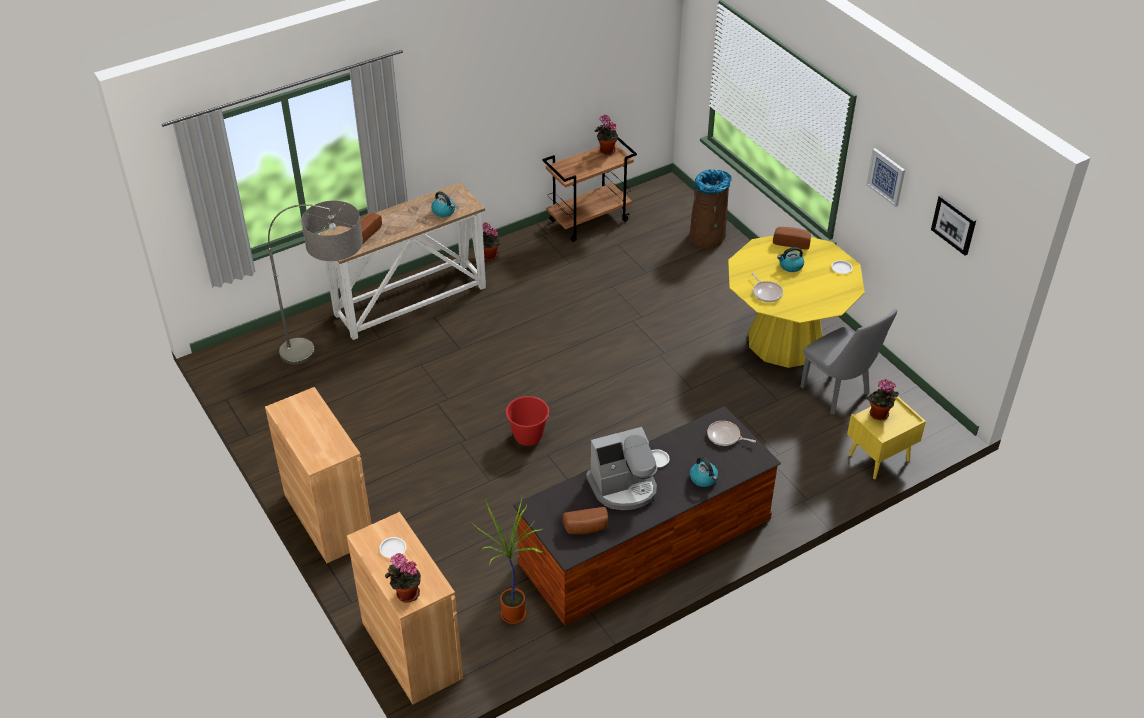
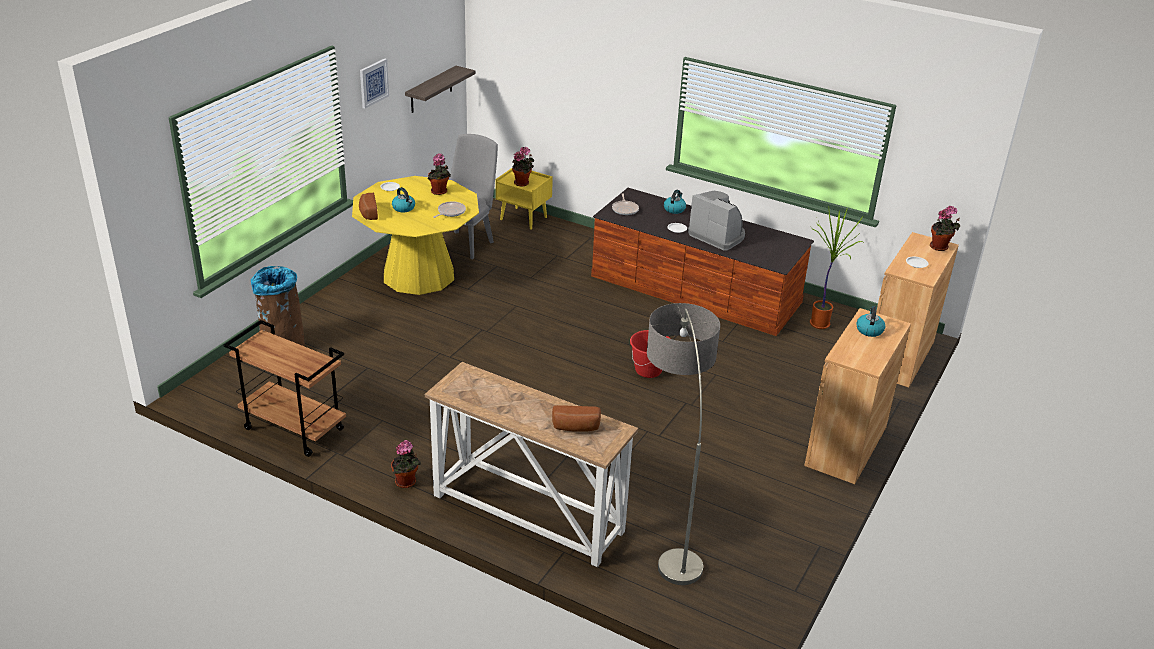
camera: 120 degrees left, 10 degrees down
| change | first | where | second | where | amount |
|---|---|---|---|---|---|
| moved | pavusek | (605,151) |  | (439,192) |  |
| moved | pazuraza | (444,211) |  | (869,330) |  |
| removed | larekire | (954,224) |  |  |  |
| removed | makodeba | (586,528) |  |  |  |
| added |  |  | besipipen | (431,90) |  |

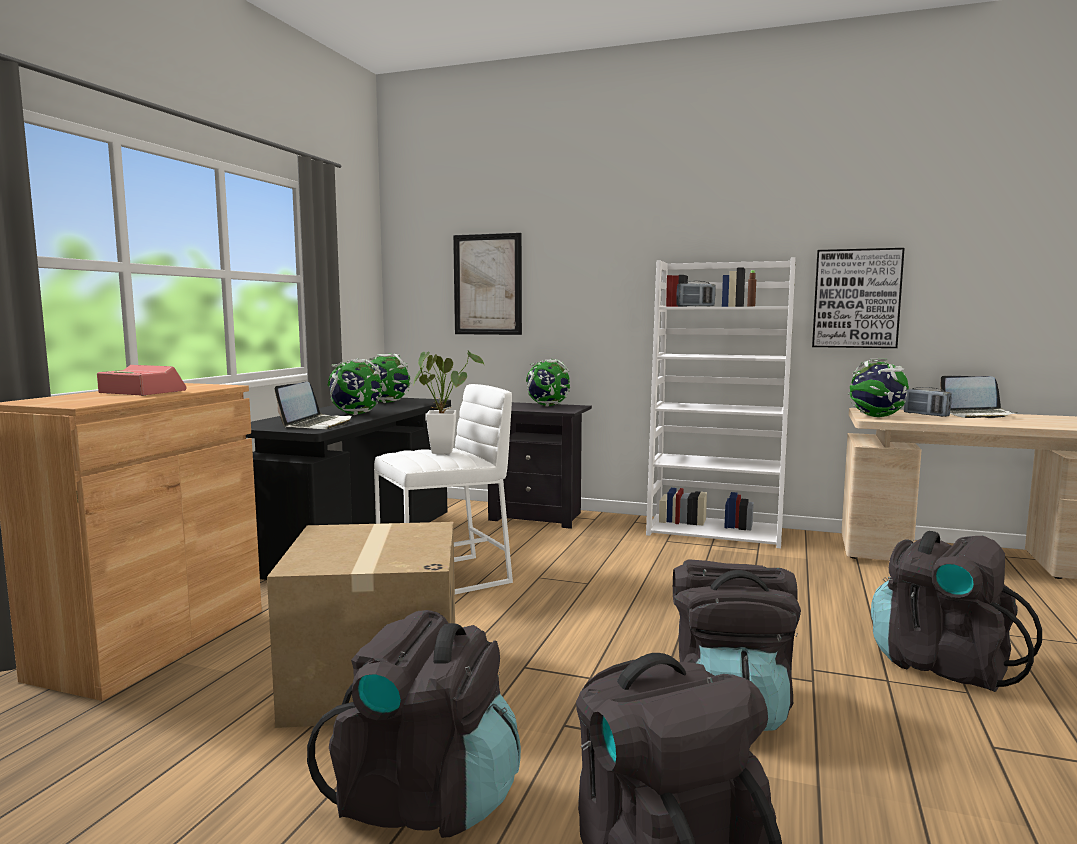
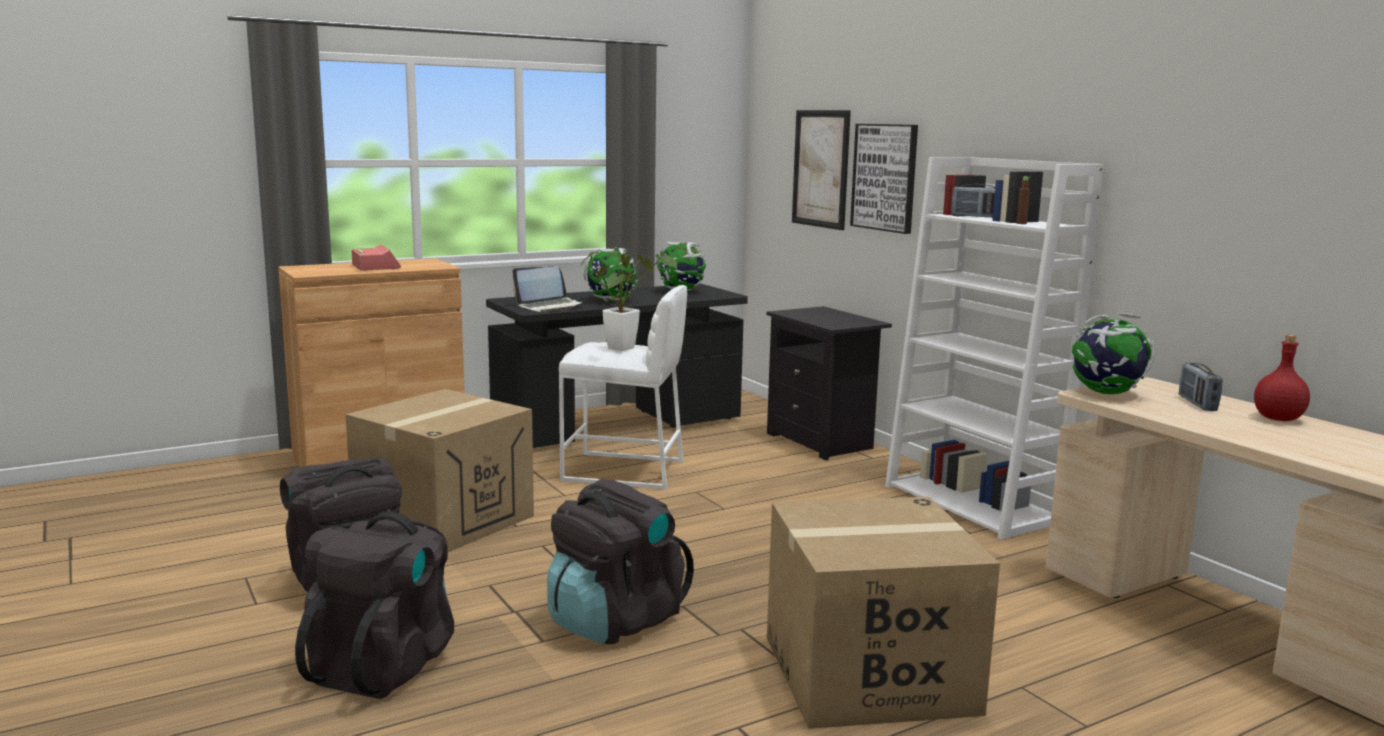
camera: 40 degrees right, 5 degrees up
| change | first | where | second | where | amount |
|---|---|---|---|---|---|
| moved | larekire | (856,298) |  | (885,177) |  |
| removed | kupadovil | (547,405) |  |  |  |
| replaced | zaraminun | (977,415) | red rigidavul | (1278,418) |  |
| replaced | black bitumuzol | (943,665) | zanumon | (868,674) |  |

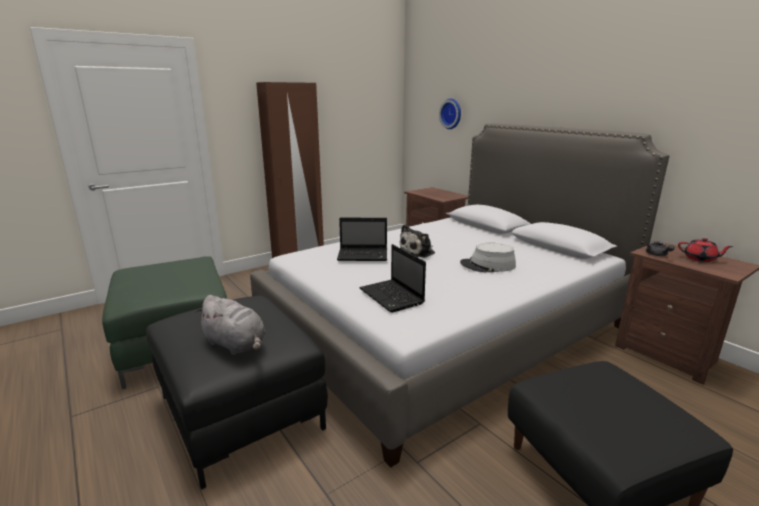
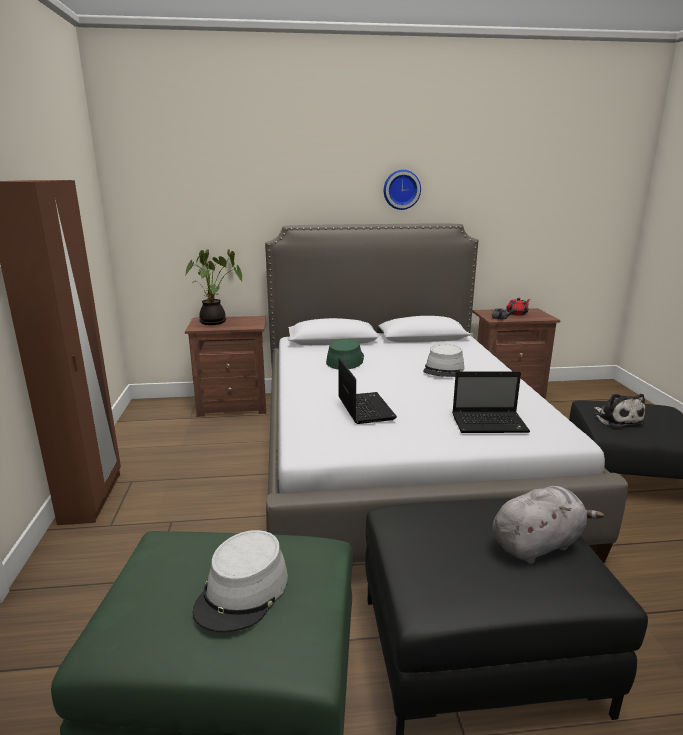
camera: 60 degrees left, 0 degrees up
| change | first | where | second | where | amount |
|---|---|---|---|---|---|
| moved | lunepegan | (452,113) |  | (401,189) |  |
| turned | zaraminun | (364,255) |  | (364,408) | 45 degrees counterclockwise |
| moved | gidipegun | (418,252) |  | (616,419) |  |
| added |  |  | pavusek | (215,322) |  |
| added |  |  | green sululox | (345,360) |  |
| added |  |  | grey sululox | (243,592) |  |

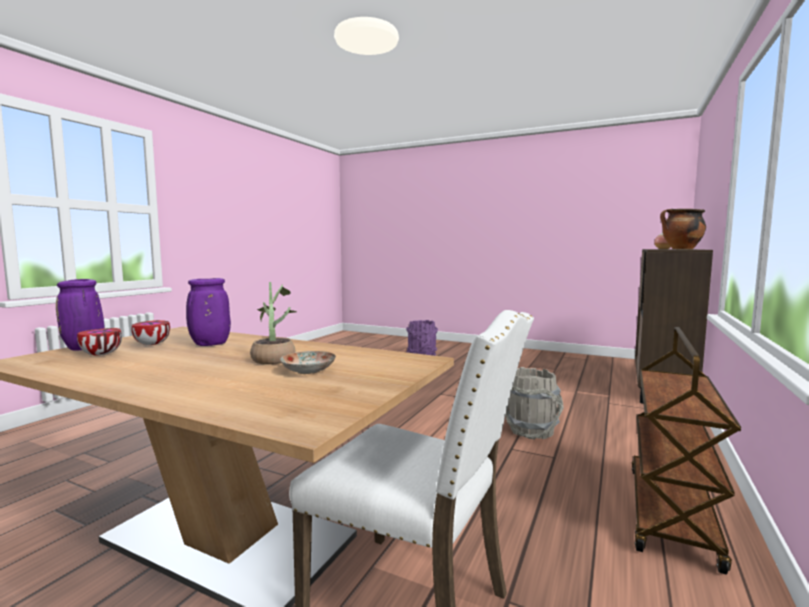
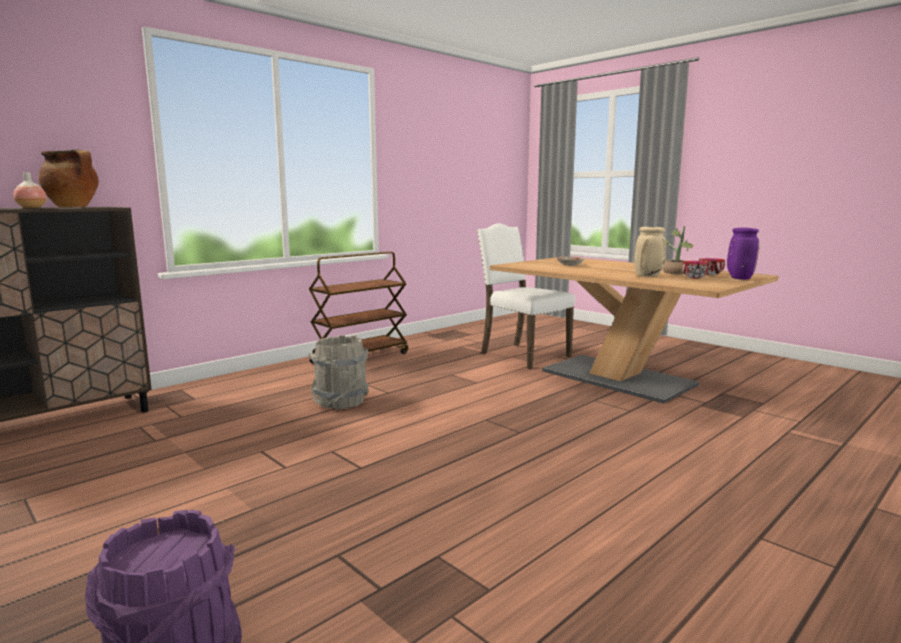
camera: 160 degrees left, 5 degrees up
| change | first | where | second | where | amount |
|---|---|---|---|---|---|
| recoloured | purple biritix | (209,344) | beige biritix | (648,276) |  |
| moved | pavusek | (274,358) |  | (676,273) |  |

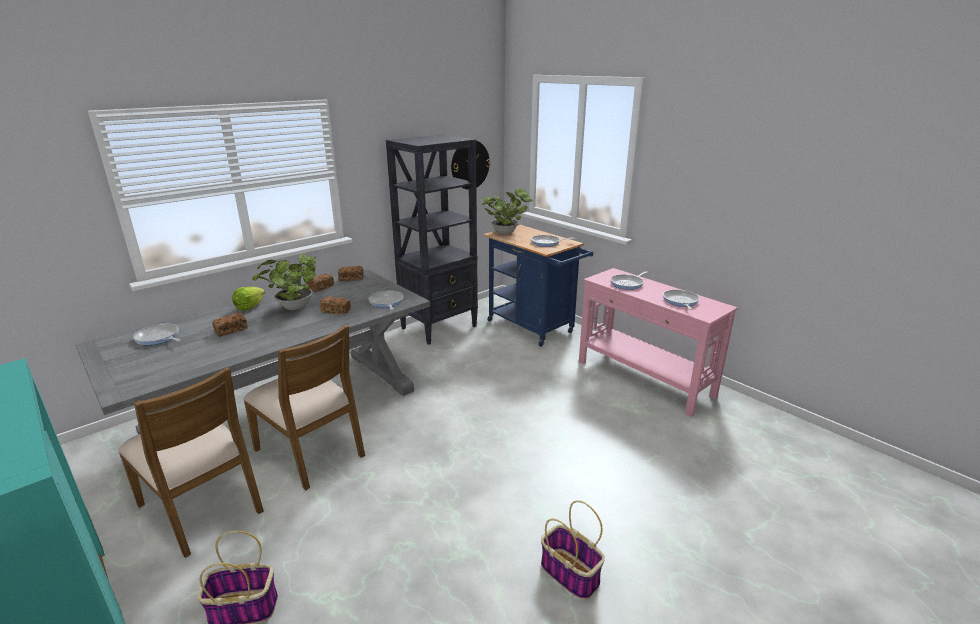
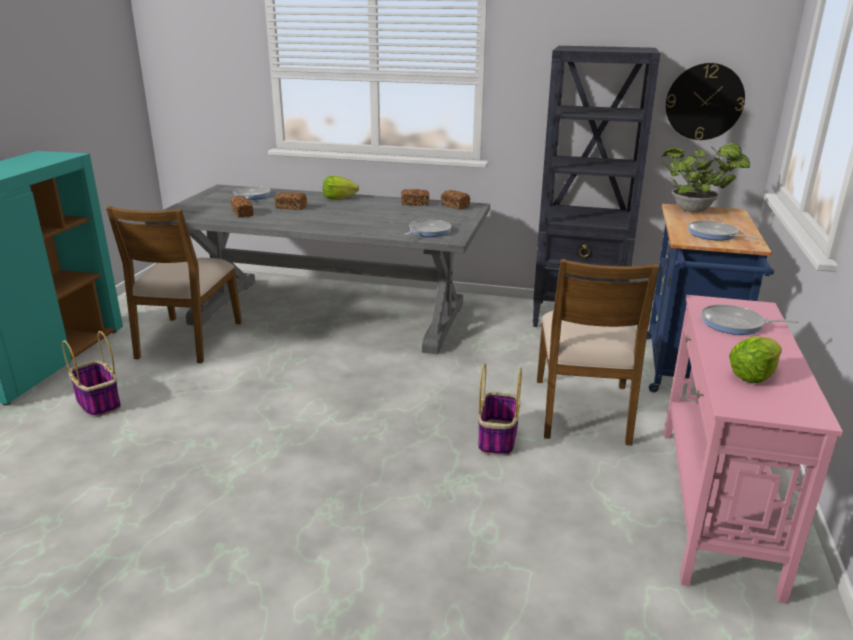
camera: 55 degrees right, 0 degrees up
| change | first | where | second | where | amount |
|---|---|---|---|---|---|
| removed | pavusek | (293,308) |  |  |  |
| replaced | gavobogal | (680,301) | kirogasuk | (753,375) |  |
| moved | makodeba | (336,311) |  | (242,213) |  |
| moved | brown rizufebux | (311,452) |  | (583,411) |  |
| moved | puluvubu | (571,574) |  | (497,439) |  |

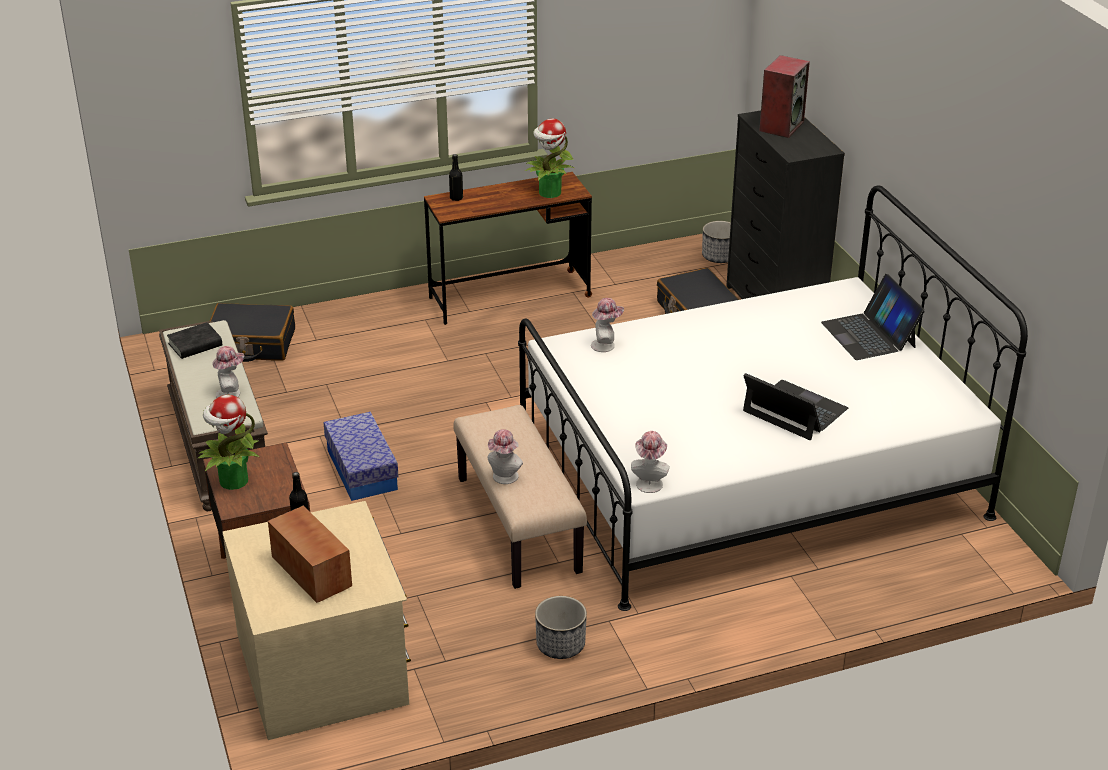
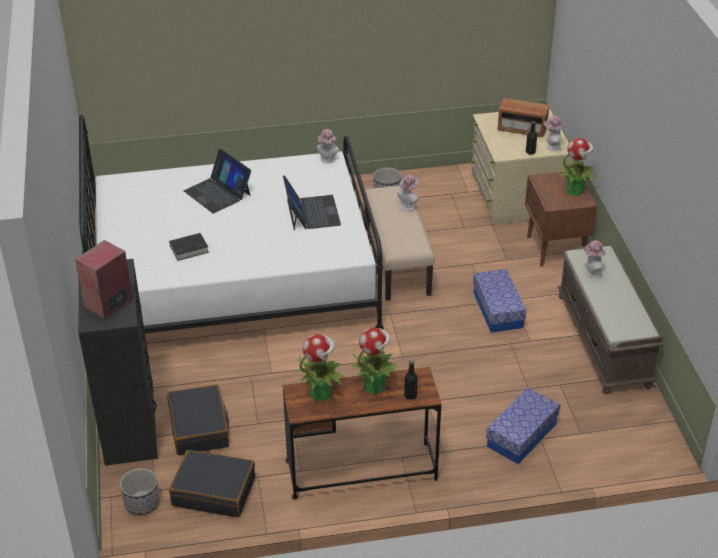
camera: 170 degrees left, 5 degrees up
| change | first | where | second | where | amount |
|---|---|---|---|---|---|
| moved | zaraminun | (869,335) |  | (312,212) |  |
| moved | sululox | (606,345) |  | (552,146) |  |
| moved | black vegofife | (251,344) |  | (214,491) |  |
| moved | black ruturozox | (195,345) |  | (189,249) |  |
| turned | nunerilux | (312,572) |  | (522,129) | 45 degrees counterclockwise |
| added |  |  | pavusek | (374,385) |  |
| added |  |  | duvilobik | (521,435) |  |

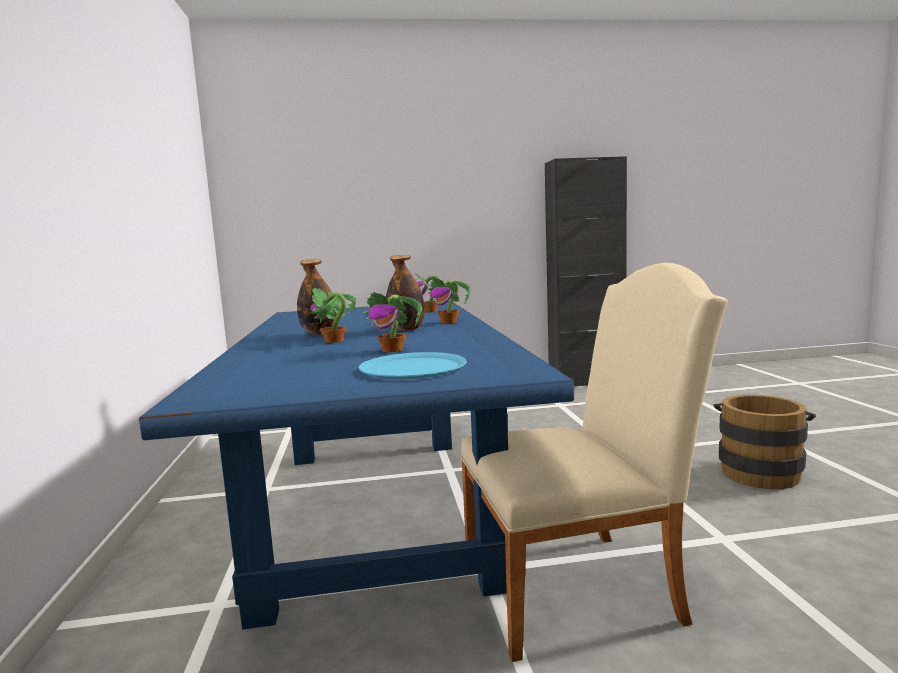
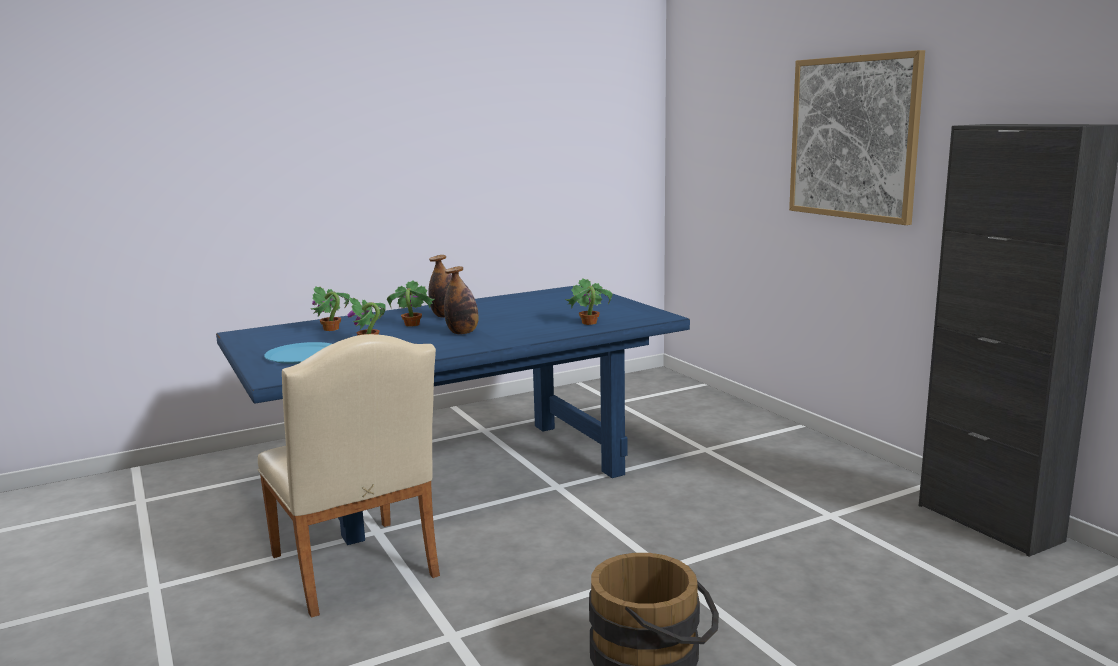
camera: 70 degrees right, 5 degrees up
| change | first | where | second | where | amount |
|---|---|---|---|---|---|
| moved | pavusek | (449,322) |  | (331,329) |  |
| added |  |  | larekire | (853,138) |  |

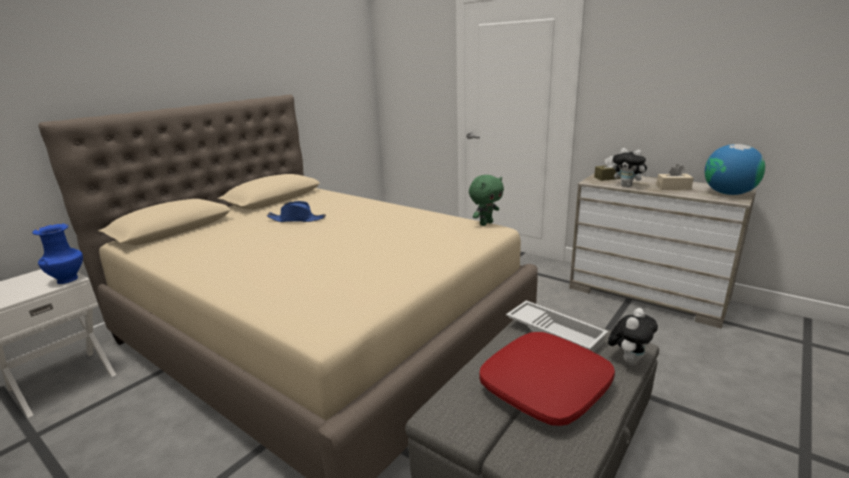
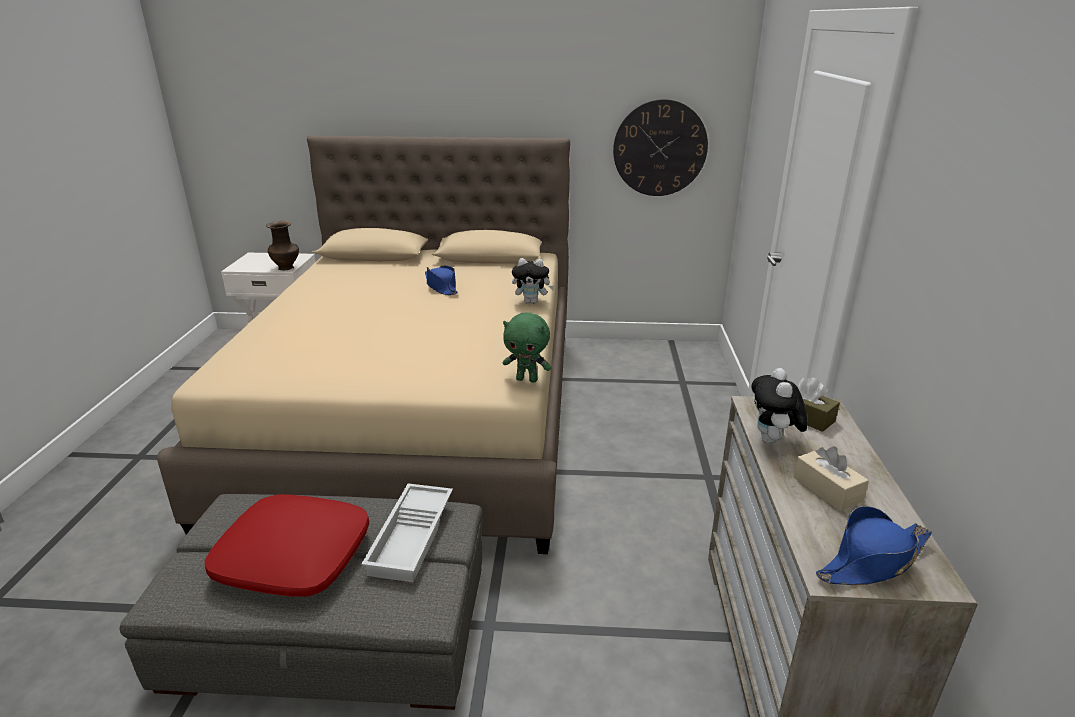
camera: 55 degrees right, 5 degrees up
| change | first | where | second | where | amount |
|---|---|---|---|---|---|
| replaced | kupadovil | (728,193) | blue sululox | (872,561) |  |
| recoloured | blue biritix | (68,279) | brown biritix | (287,268) |  |
| moved | gidipegun | (628,360) |  | (532,302) |  |
| added |  |  | lunepegan | (660,148) |  |

